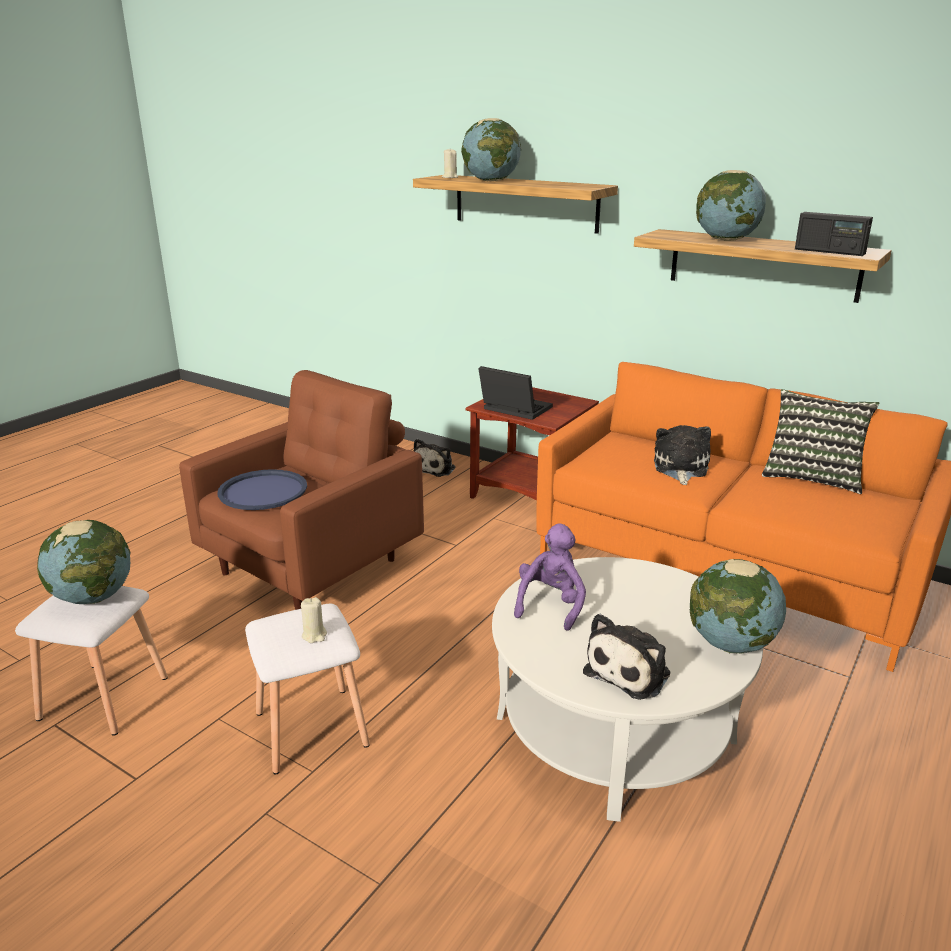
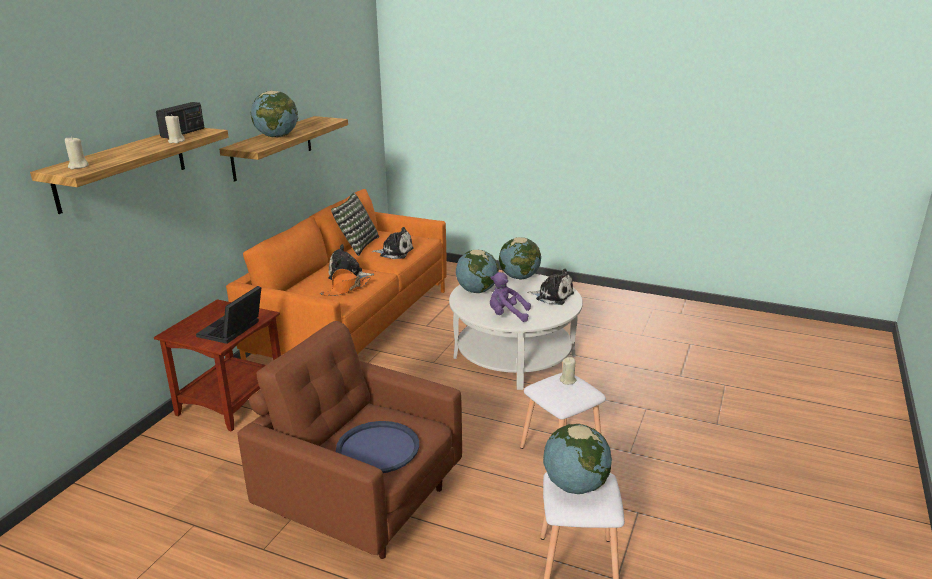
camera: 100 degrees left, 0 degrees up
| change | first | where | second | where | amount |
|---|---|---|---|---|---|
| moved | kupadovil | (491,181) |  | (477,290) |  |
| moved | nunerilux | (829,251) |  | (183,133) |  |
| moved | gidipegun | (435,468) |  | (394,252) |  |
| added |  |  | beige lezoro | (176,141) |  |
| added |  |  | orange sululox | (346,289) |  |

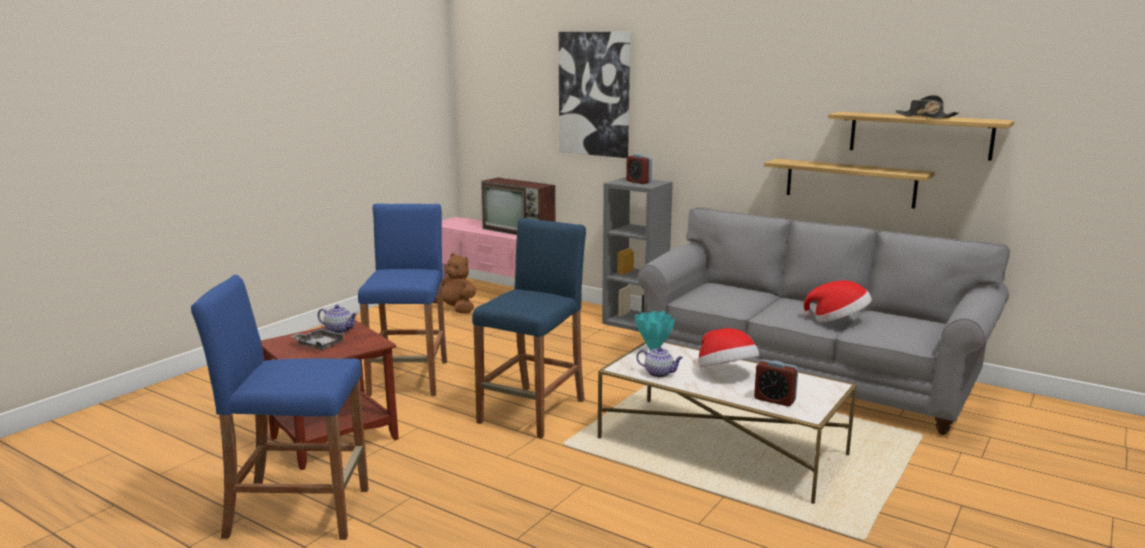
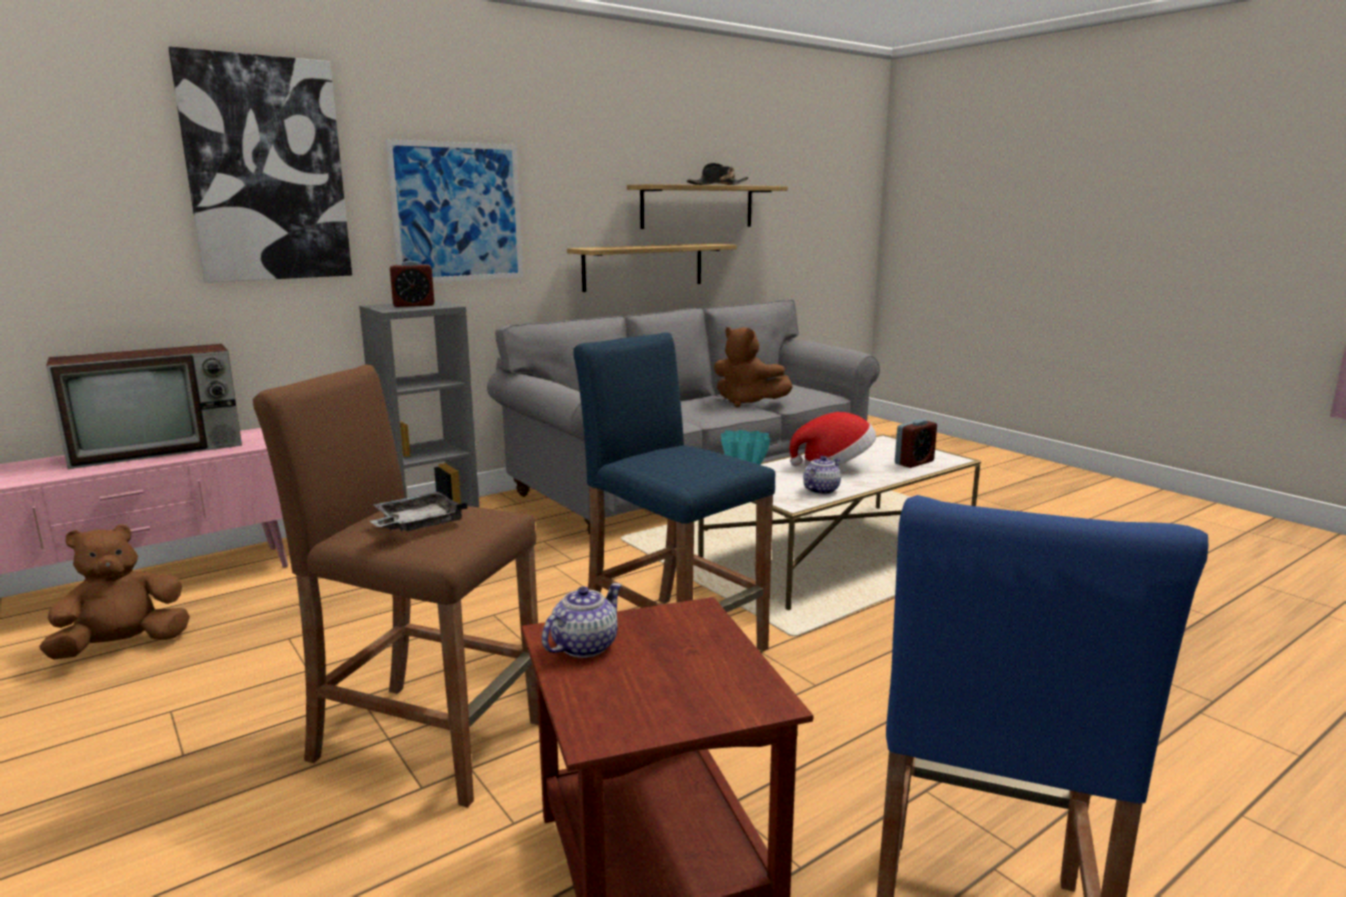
camera: 70 degrees left, 0 degrees up
| change | first | where | second | where | amount |
|---|---|---|---|---|---|
| recoloured | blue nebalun | (409,378) | brown nebalun | (429,740) |  |
| replaced | sululox | (838,321) | brown gidipegun | (747,403) |  |
| moved | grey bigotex | (319,345) |  | (417,524) |  |
| added |  |  | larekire | (458,212) |  |

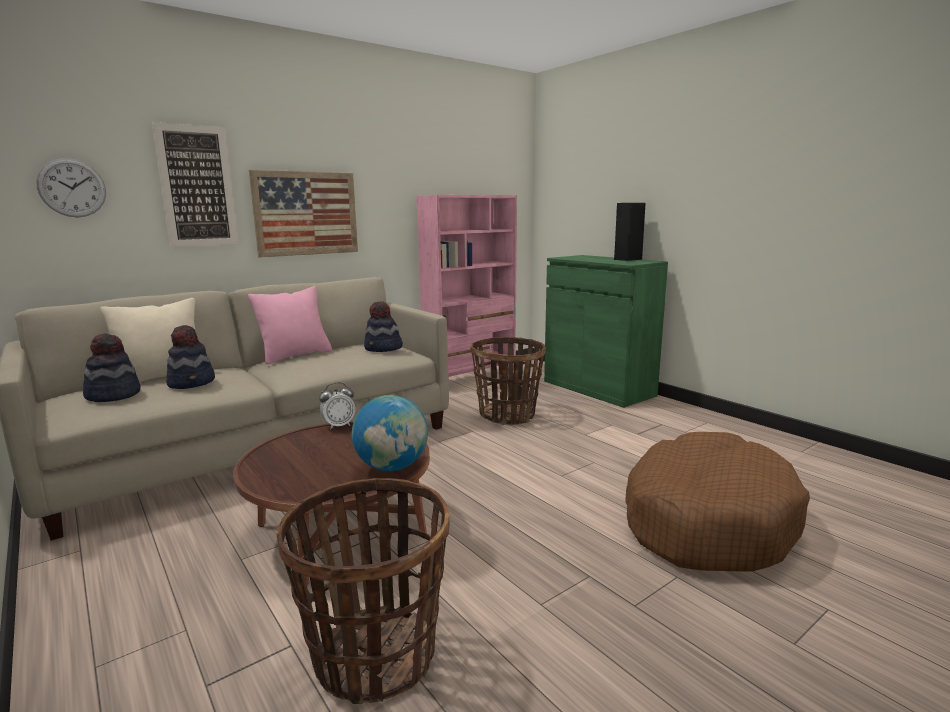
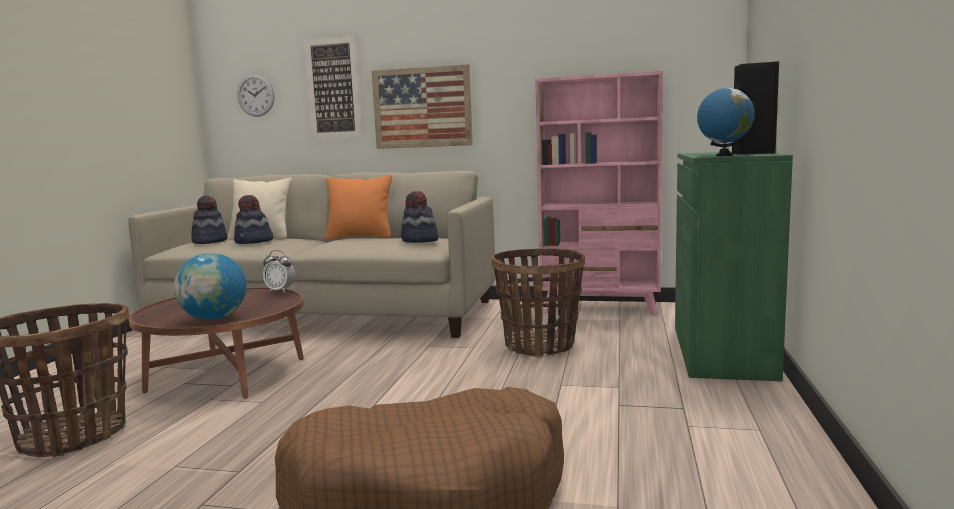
camera: 50 degrees right, 5 degrees down
| change | first | where | second | where | amount |
|---|---|---|---|---|---|
| recoloured | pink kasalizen | (295,355) | orange kasalizen | (360,237) |  |
| added |  |  | kupadovil | (724,155) |  |

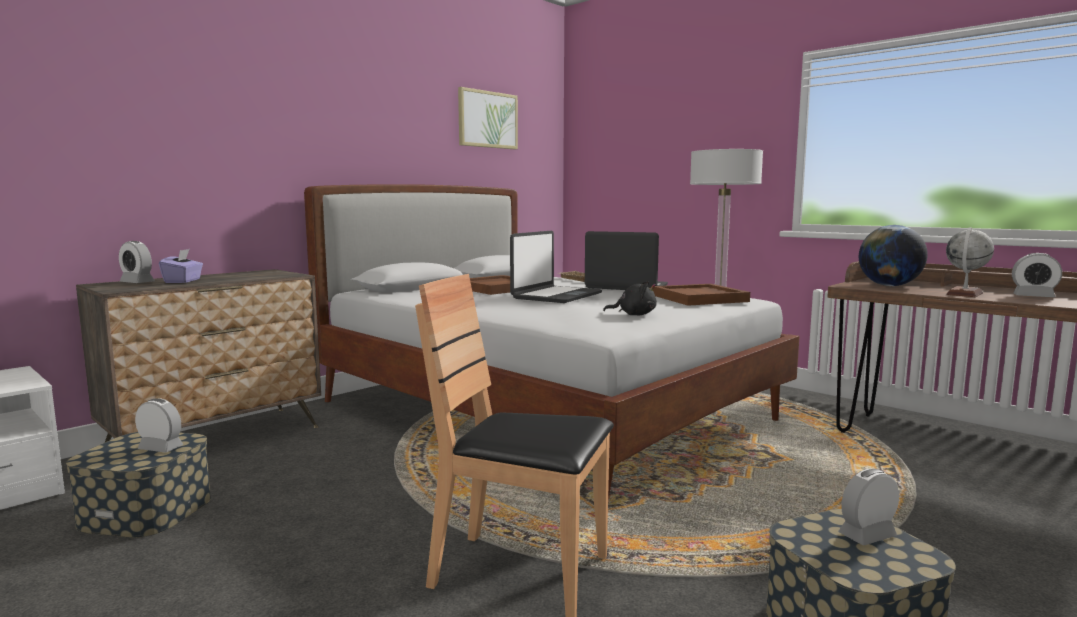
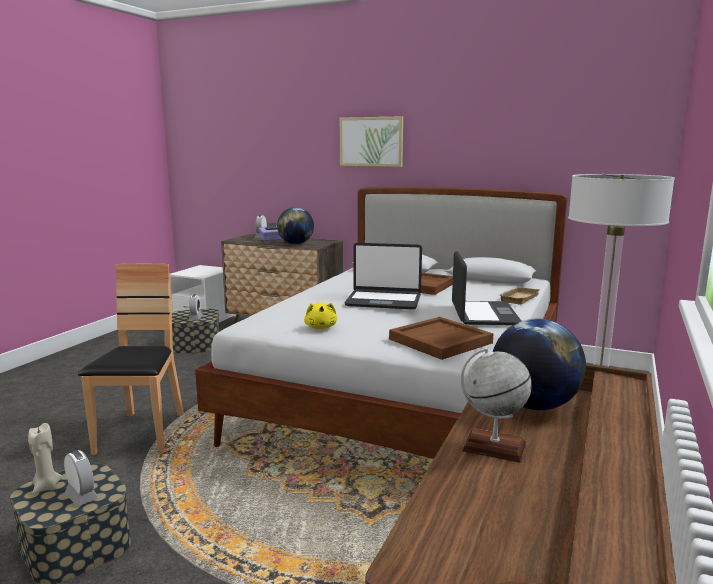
camera: 70 degrees right, 5 degrees up
| change | first | where | second | where | amount |
|---|---|---|---|---|---|
| moved | larekire | (487,119) |  | (371,141) |  |
| removed | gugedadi | (1033,296) |  |  |  |
| recoloured | black gidipegun | (634,315) | yellow gidipegun | (321,327) |  |
| added |  |  | kupadovil | (296,244) |  |
| added |  |  | beige lezoro | (46,487) |  |

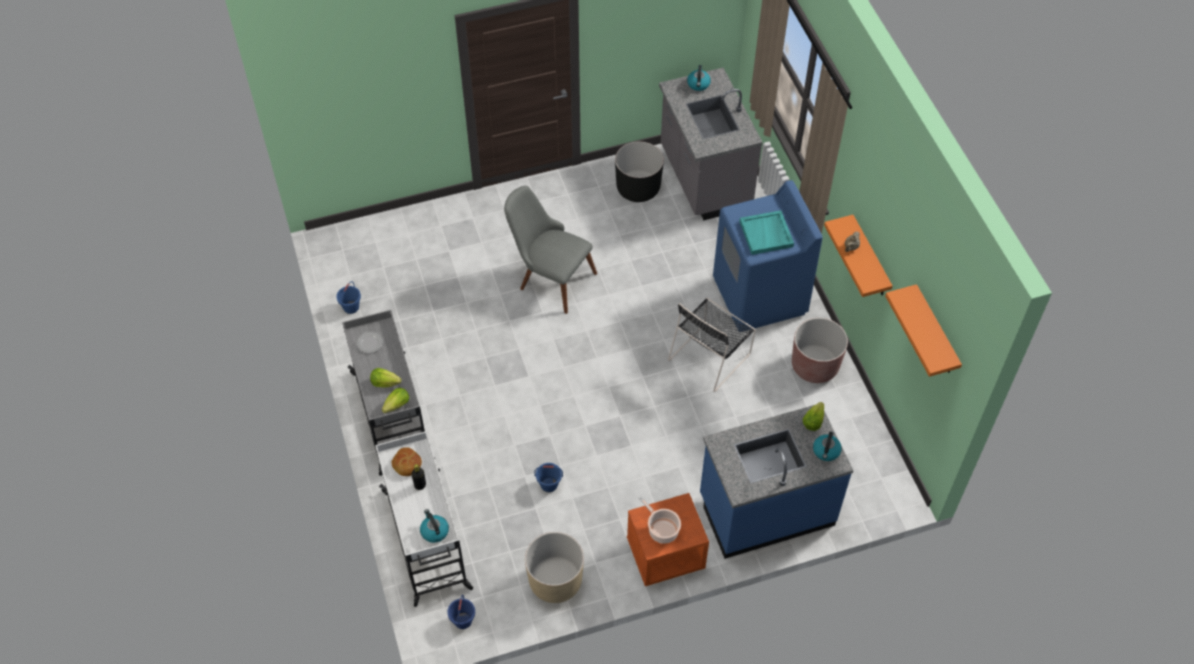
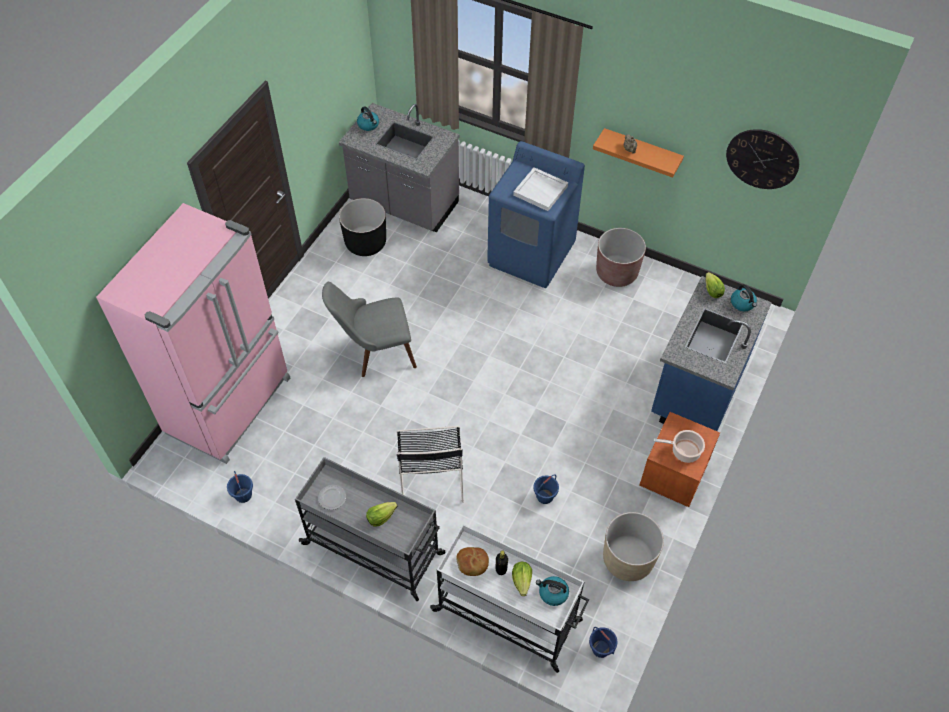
camera: 45 degrees left, 0 degrees up
| change | first | where | second | where | amount |
|---|---|---|---|---|---|
| recoloured | turquoise bigotex | (766,234) | white bigotex | (541,190) |  |
| replaced | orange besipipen | (935,333) | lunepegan | (762,159) |  |
| moved | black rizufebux | (711,355) |  | (431,475) |  |
| moved | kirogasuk | (397,405) |  | (522,581) |  |
| added |  |  | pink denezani | (231,406) |  |

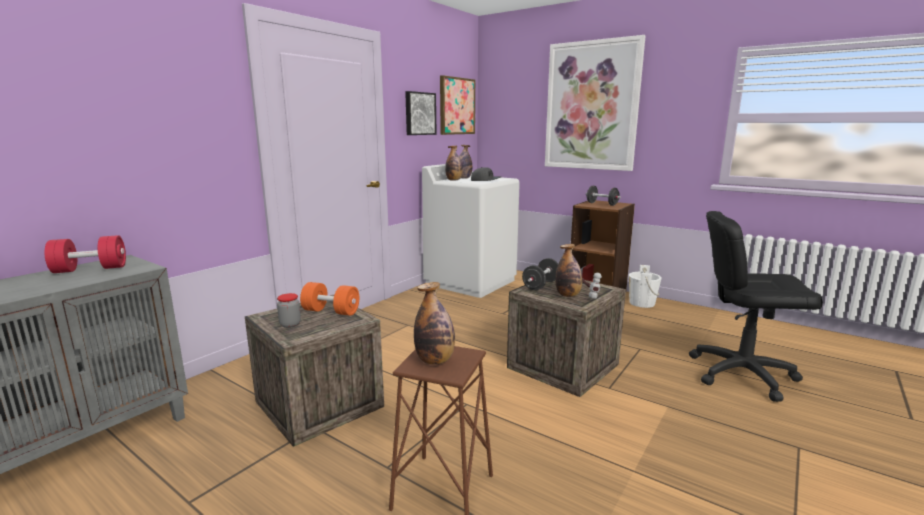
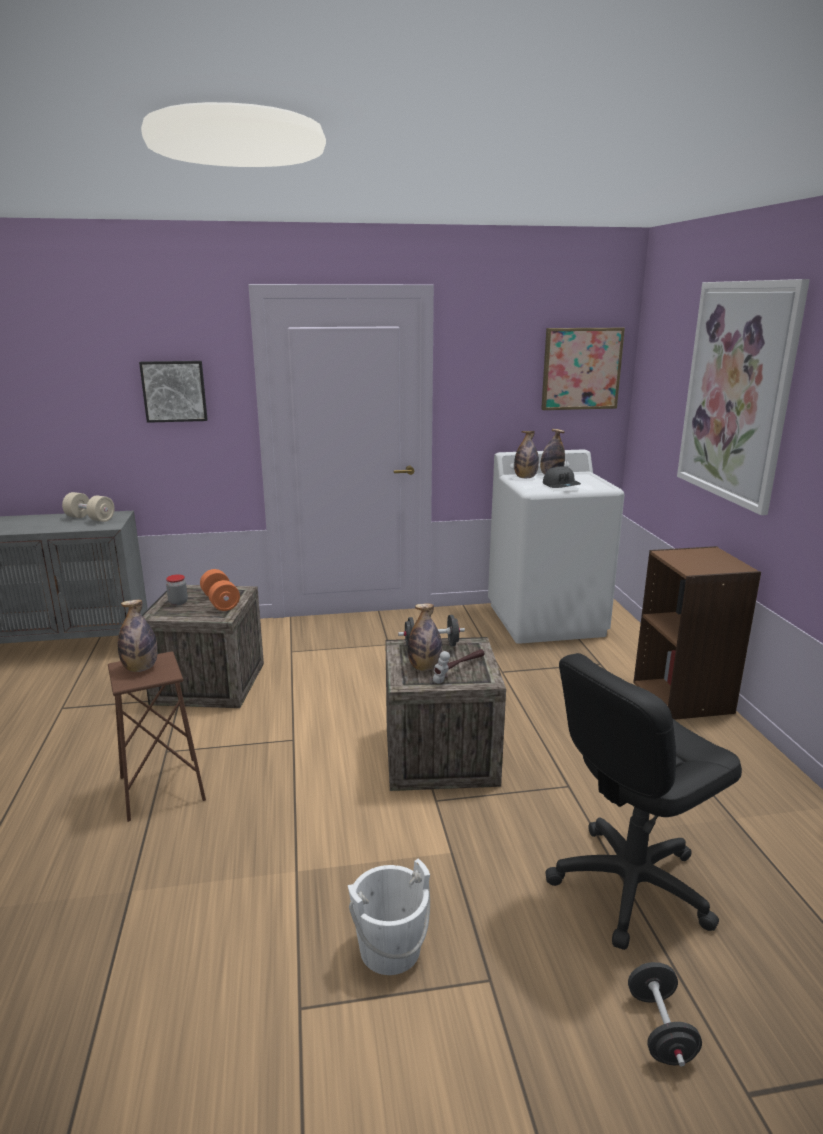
camera: 45 degrees right, 5 degrees up
| change | first | where | second | where | amount |
|---|---|---|---|---|---|
| moved | larekire | (419,113) |  | (174,391) |  |
| moved | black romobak | (602,204) |  | (660,1029) |  |
| turned | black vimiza | (741,374) |  | (629,885) | 90 degrees counterclockwise |
| recoloured | red romobak | (90,269) | beige romobak | (90,518) |  |
| moved | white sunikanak | (642,303) |  | (390,949) |  |

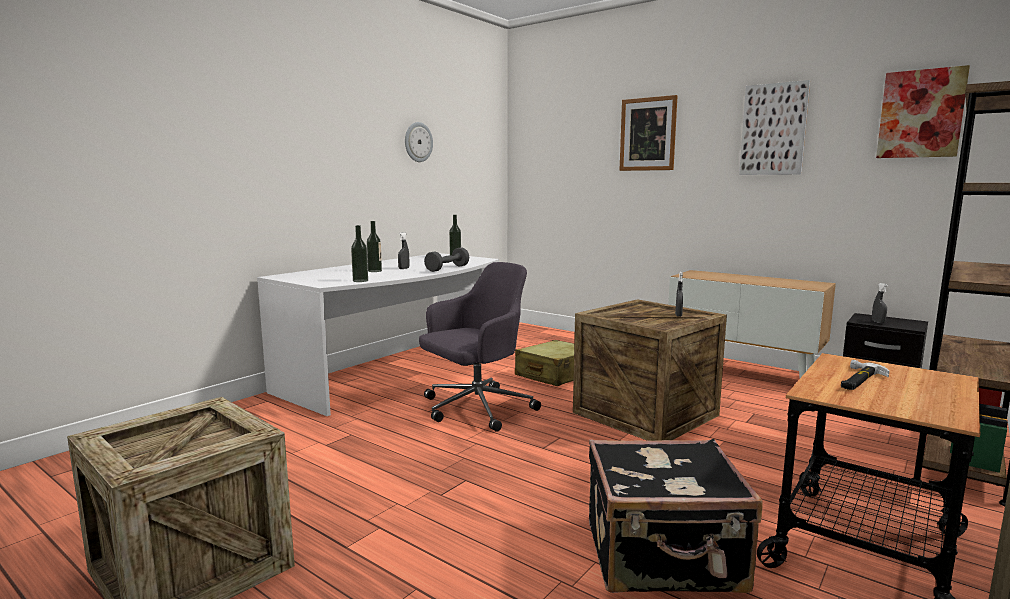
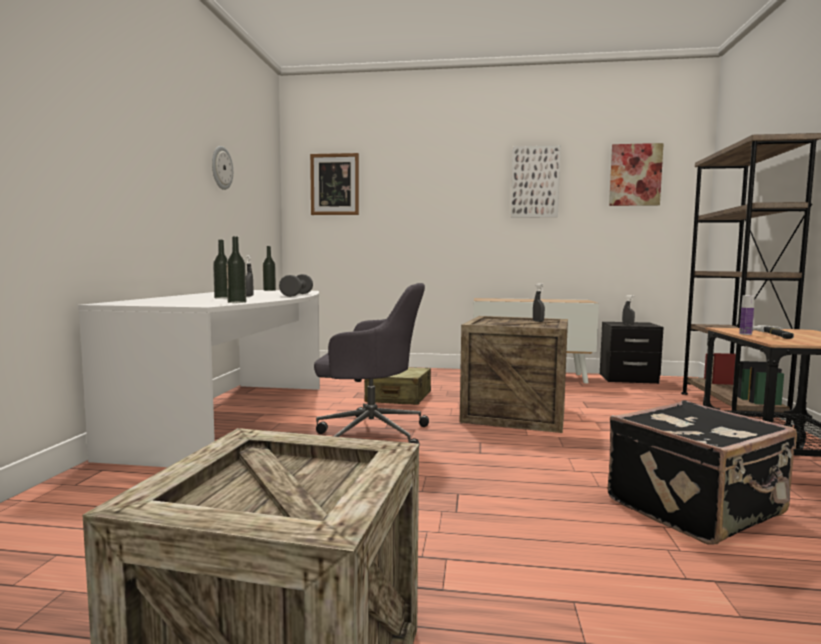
camera: 30 degrees left, 5 degrees down
| change | first | where | second | where | amount |
|---|---|---|---|---|---|
| moved | larekire | (647,134) |  | (334,184) |  |
| turned | grey vimiza | (475,409) |  | (370,434) | 75 degrees clockwise |
| added |  |  | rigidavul | (745,334) |  |

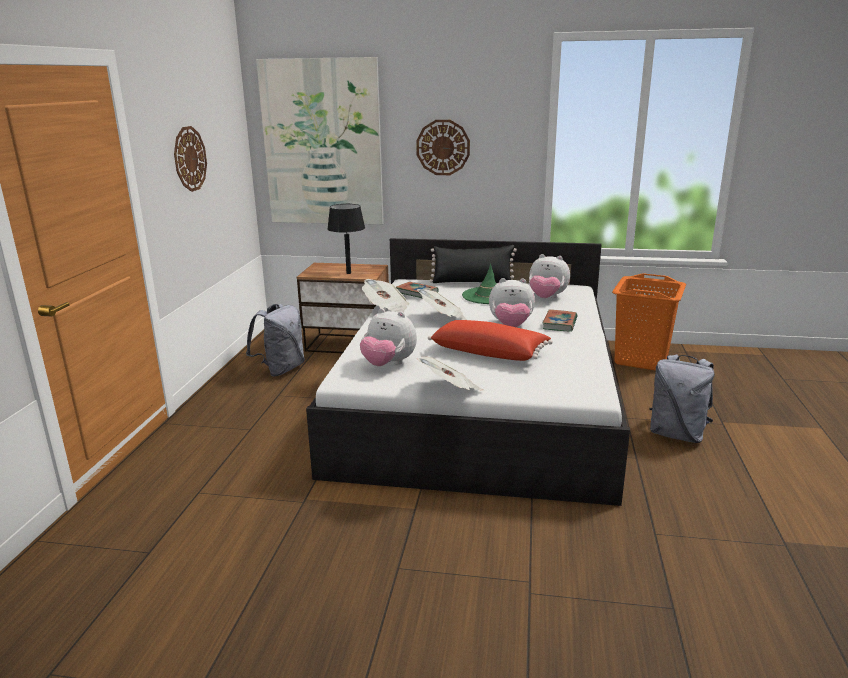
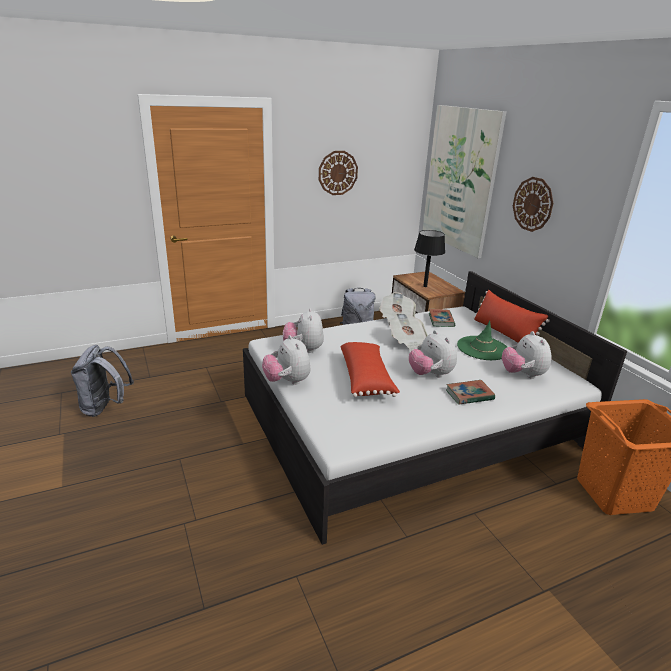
camera: 55 degrees right, 5 degrees up
| change | first | where | second | where | amount |
|---|---|---|---|---|---|
| recoloured | black kasalizen | (472,282) | red kasalizen | (504,334) |  |
| moved | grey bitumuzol | (677,434) |  | (105,407) |  |
| replaced | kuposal | (450,389) | gidipegun | (287,381) |  |

